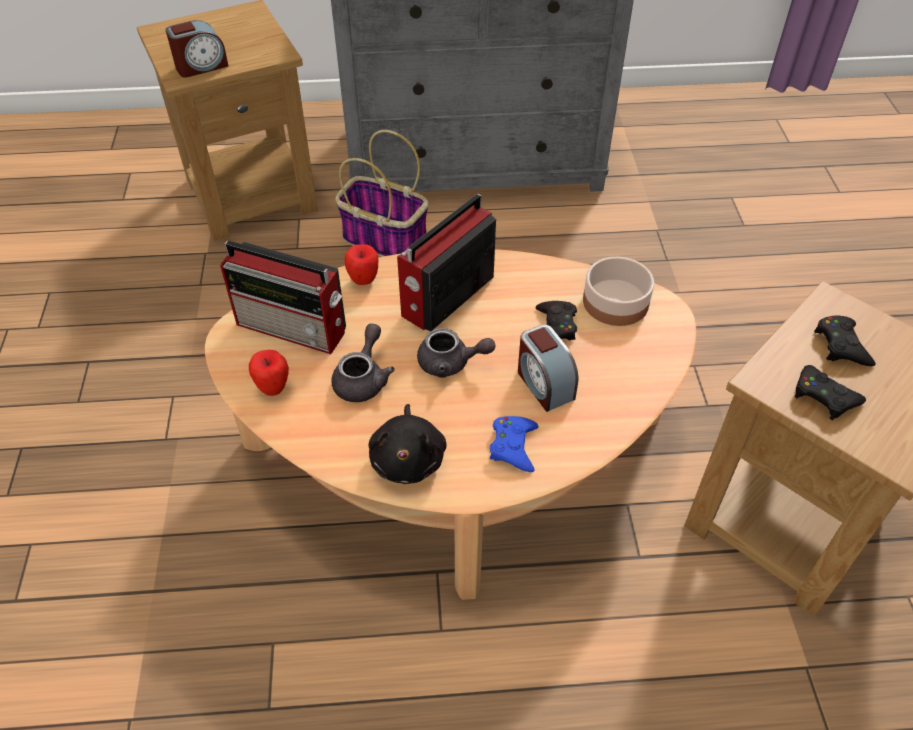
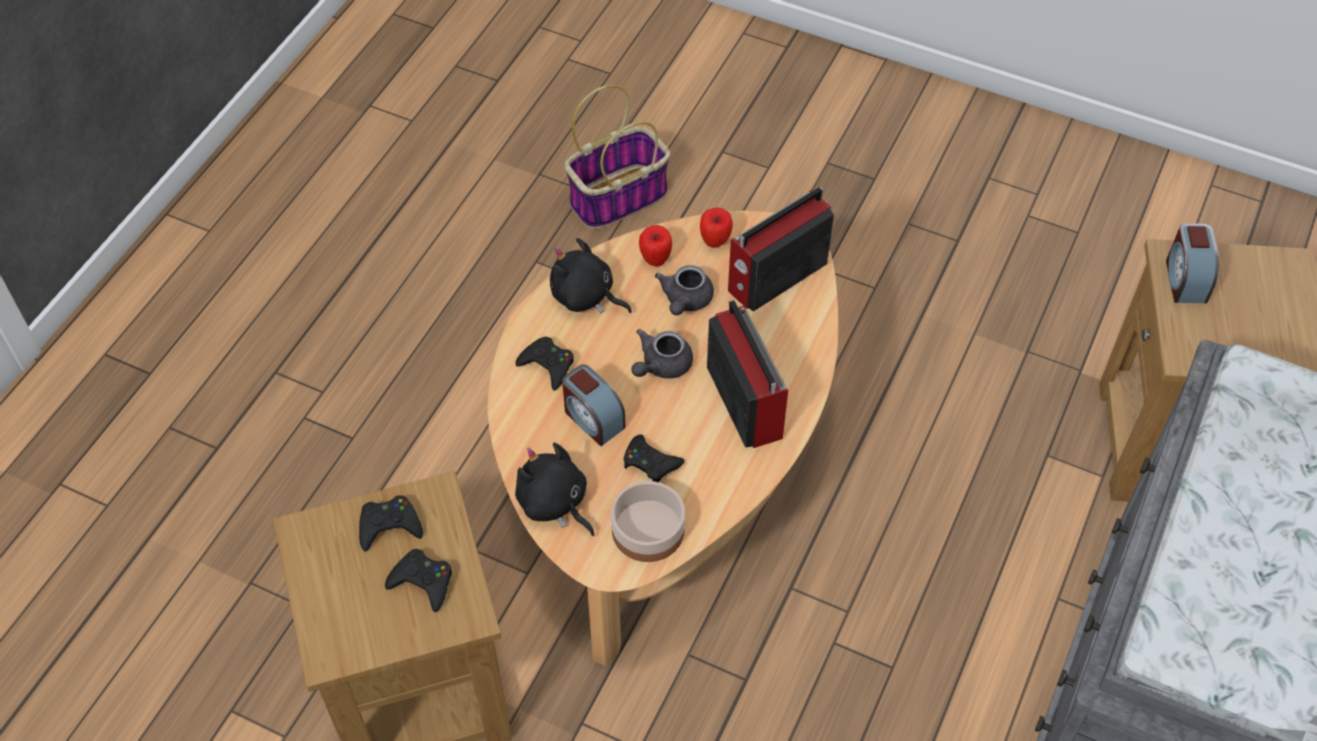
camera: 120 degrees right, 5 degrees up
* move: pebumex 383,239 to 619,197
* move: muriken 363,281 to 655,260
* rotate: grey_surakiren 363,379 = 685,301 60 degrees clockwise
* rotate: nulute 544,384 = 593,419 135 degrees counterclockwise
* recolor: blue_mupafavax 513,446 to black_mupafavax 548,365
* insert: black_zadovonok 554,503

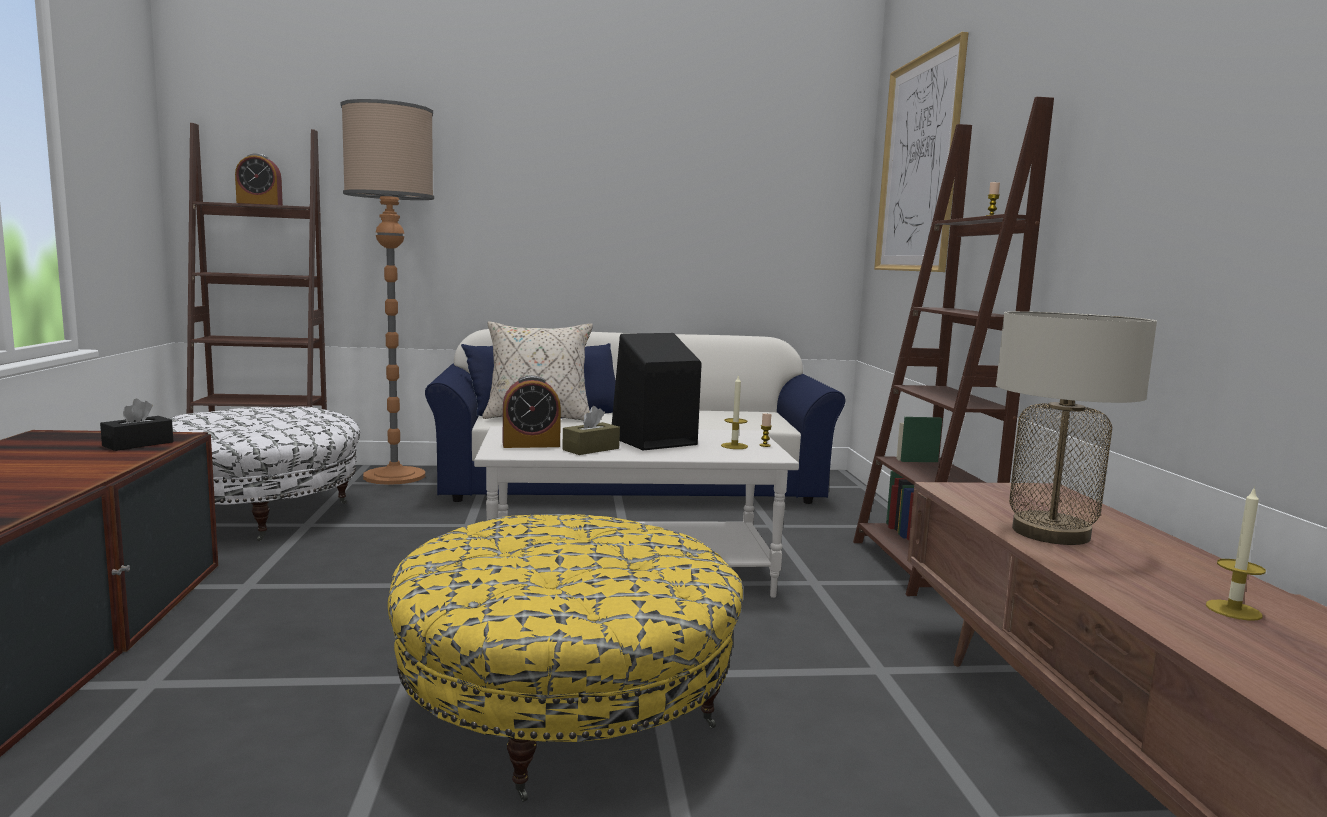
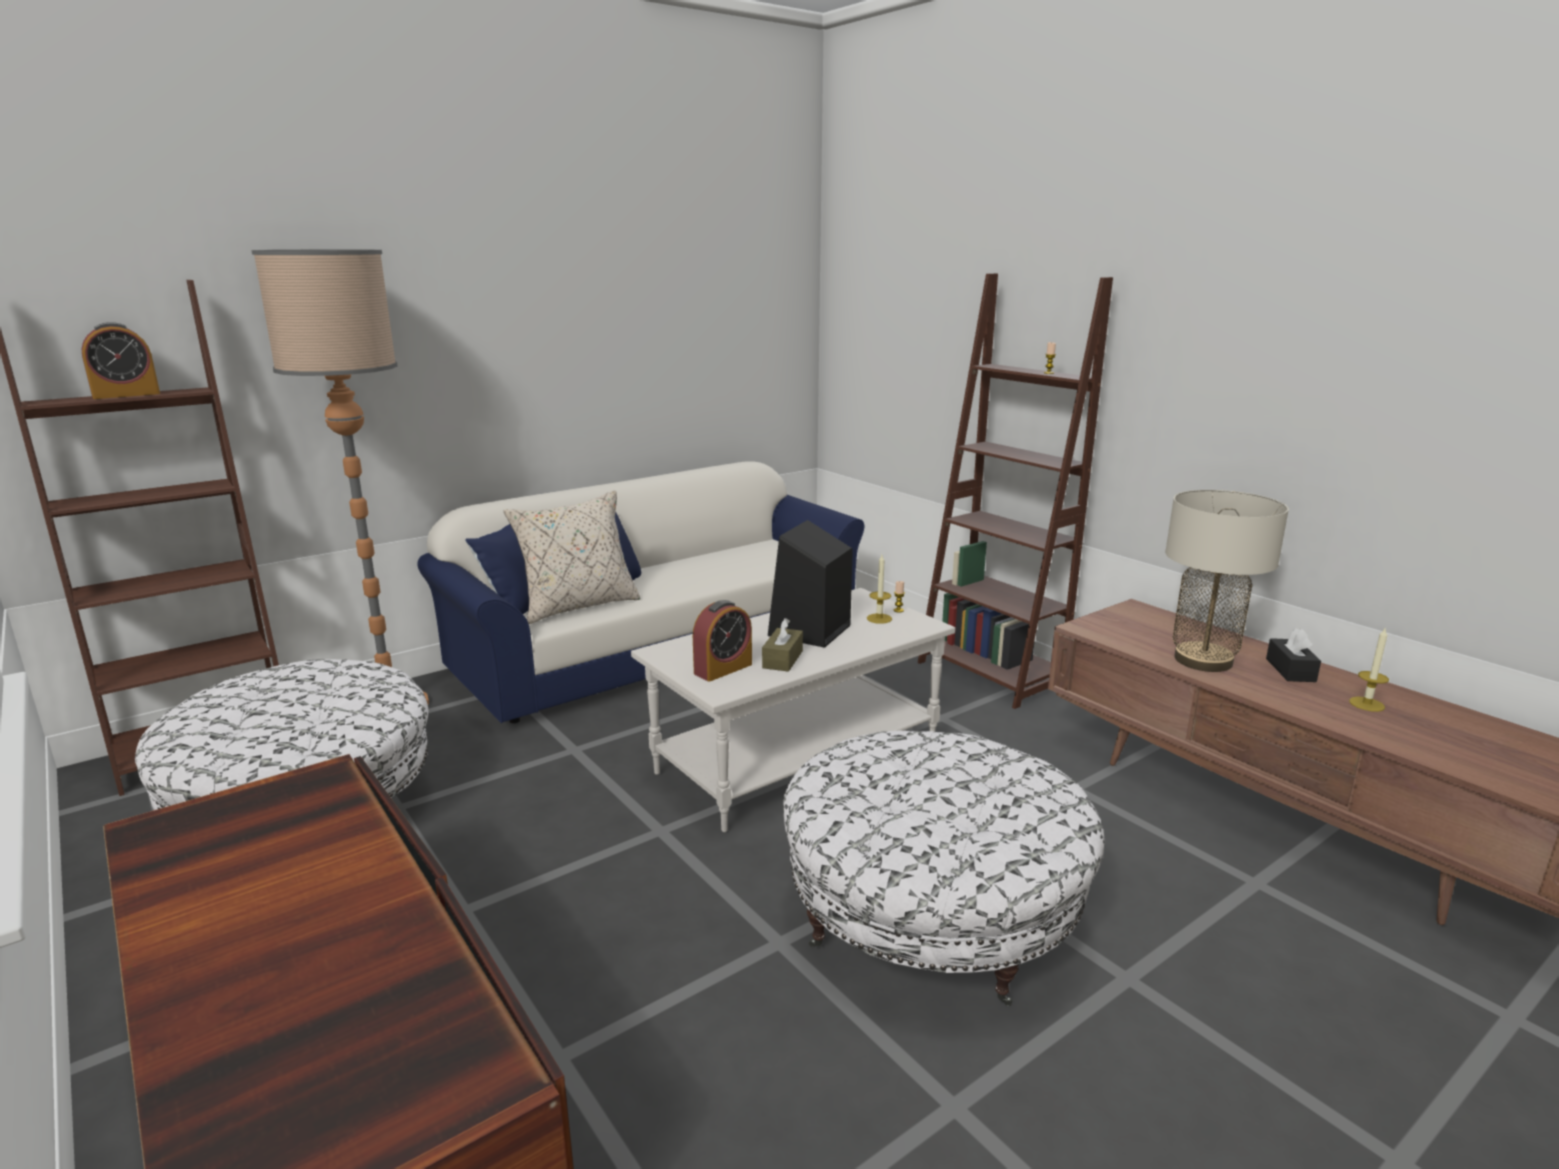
camera: 30 degrees left, 10 degrees up
* delete: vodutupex 918,165
* move: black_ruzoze 138,444 to 1290,670
* recolor: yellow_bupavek 566,709 to white_bupavek 931,915

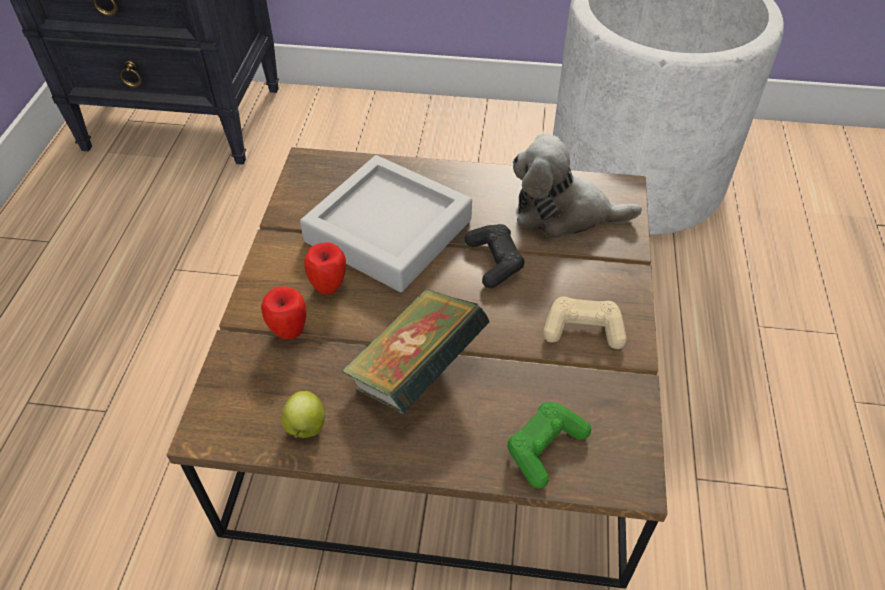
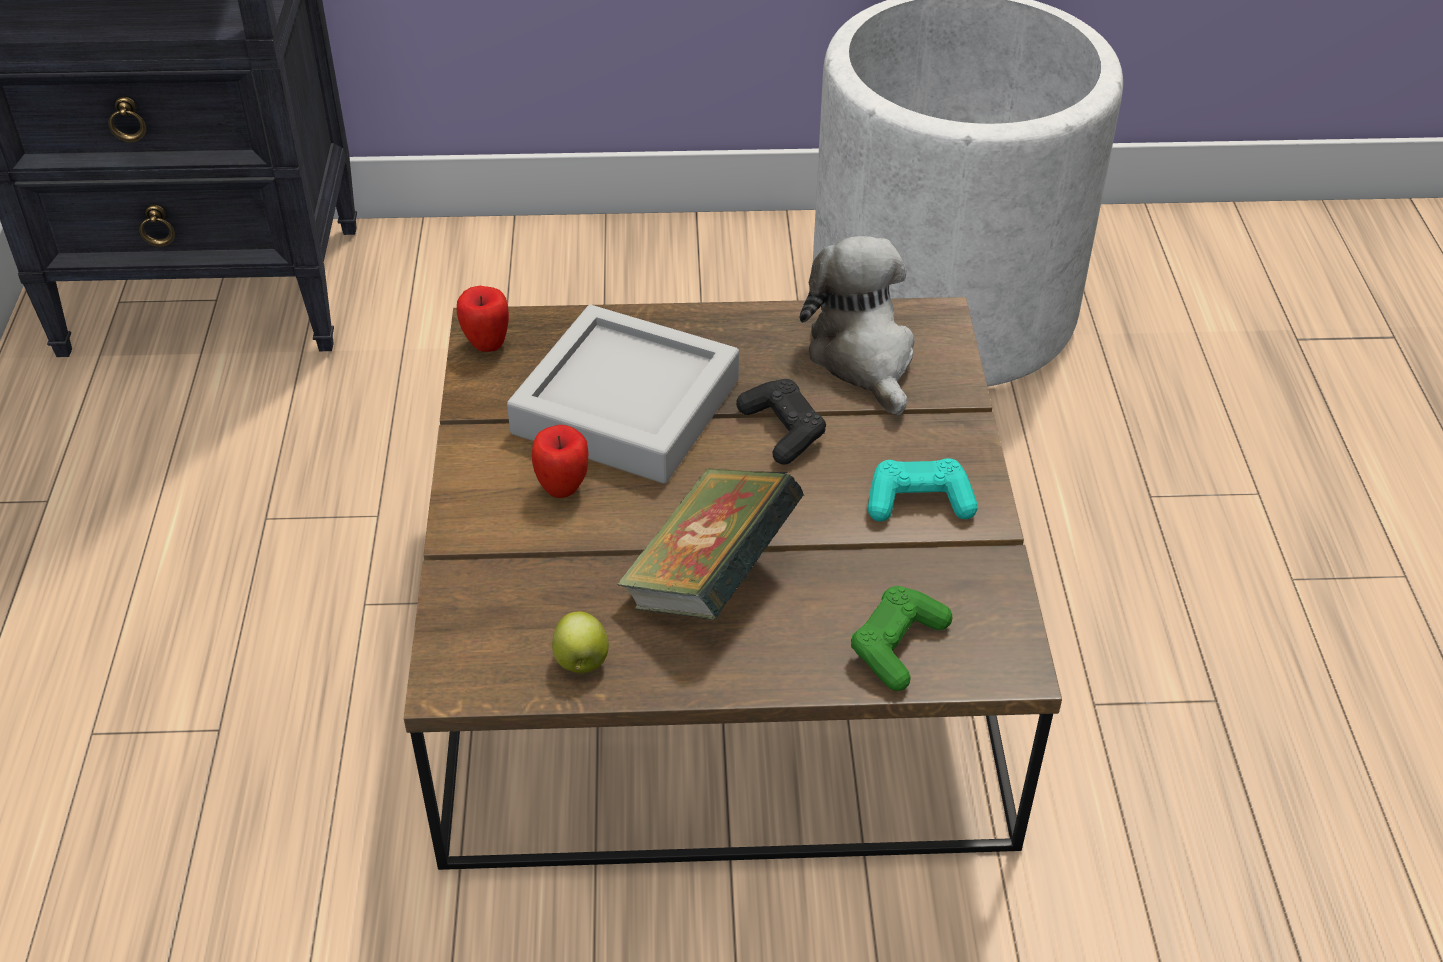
camera: 10 degrees left, 5 degrees down
* rotate: zadovonok 564,213 = 864,358 75 degrees clockwise
* move: muriken 289,331 to 486,345
* recolor: beige_mupafavax 583,330 to turquoise_mupafavax 919,502

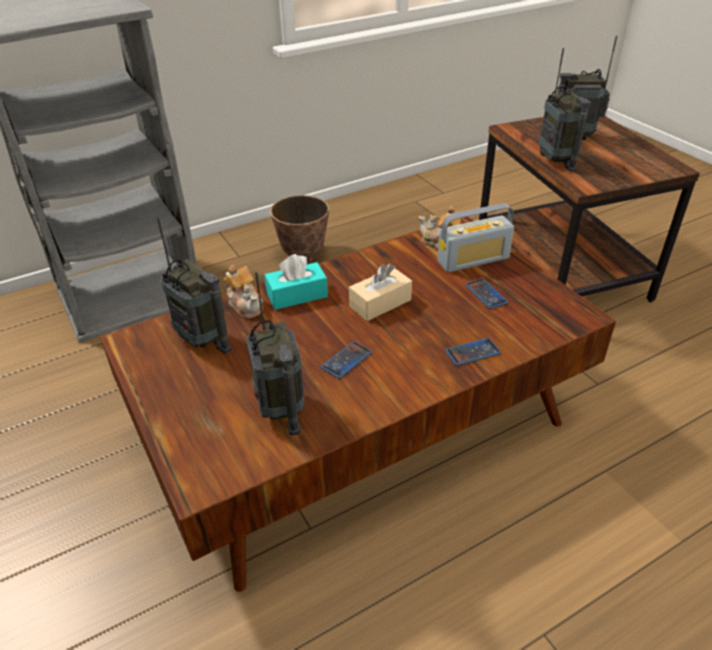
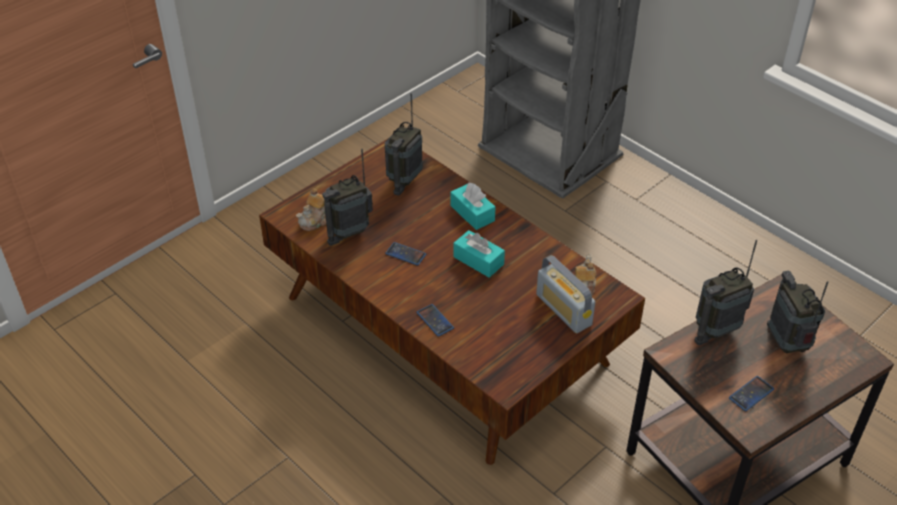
camera: 75 degrees right, 5 degrees up
* delete: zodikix 303,254
* recolor: beige_ruzoze 380,303 to turquoise_ruzoze 478,260
* move: surakiren 246,305 to 316,220
* move: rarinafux 486,294 to 751,394

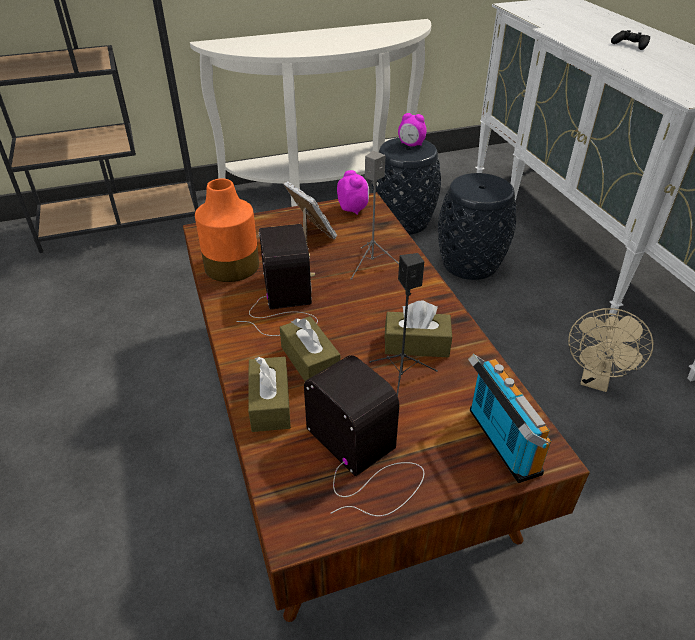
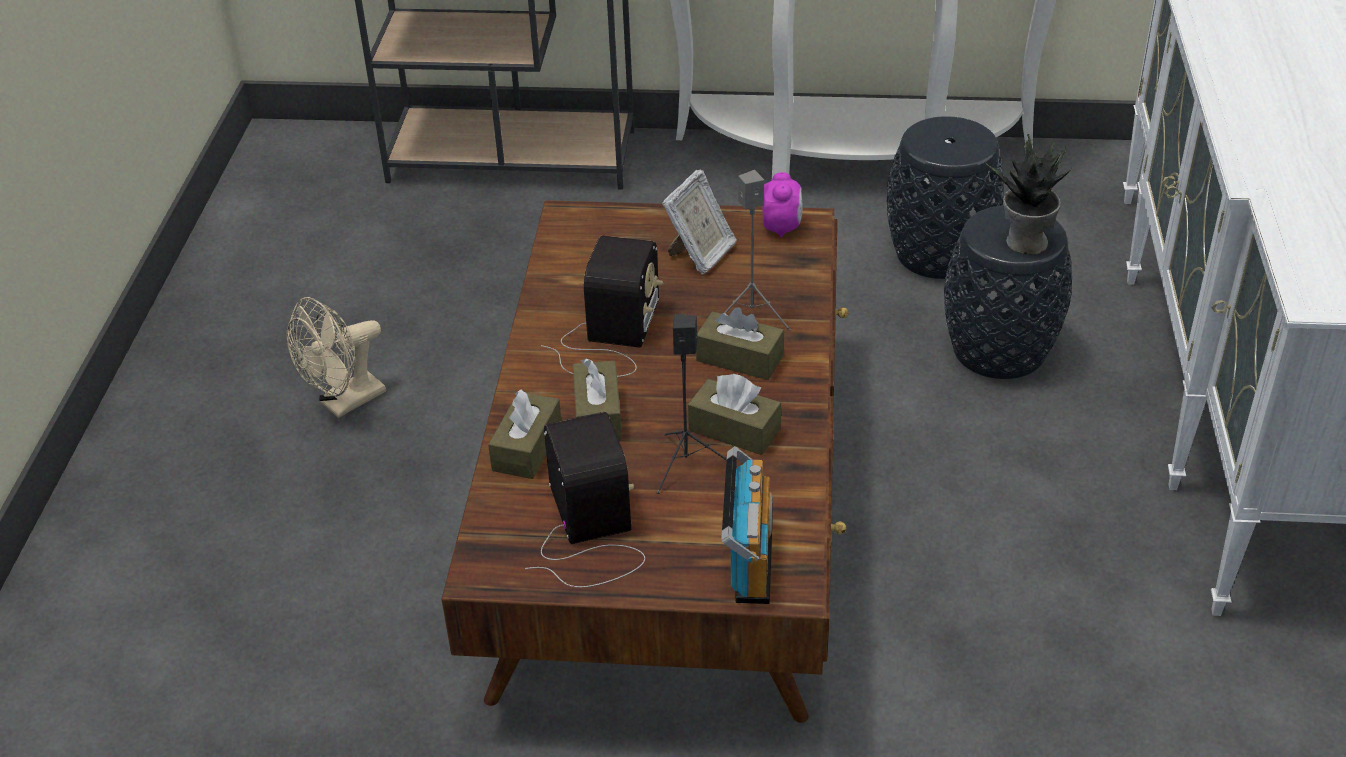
camera: 25 degrees right, 0 degrees up
* delete: black_mupafavax 630,45
* delete: nulute 411,145
* delete: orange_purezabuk 232,265
* rotate: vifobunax 312,235 = 700,255 45 degrees clockwise
* move: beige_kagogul 595,380 to 345,403
* insert: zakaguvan 1025,243
* insert: brown_ruzoze 739,358

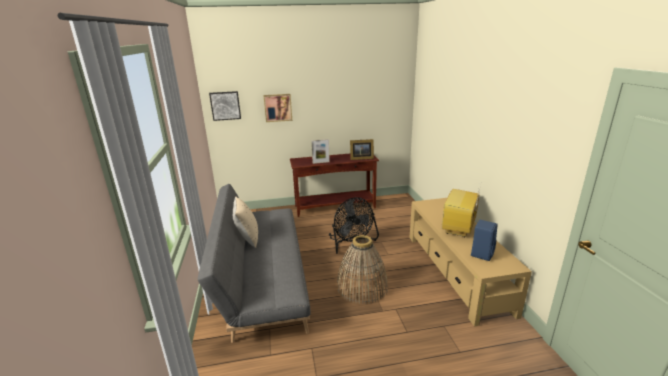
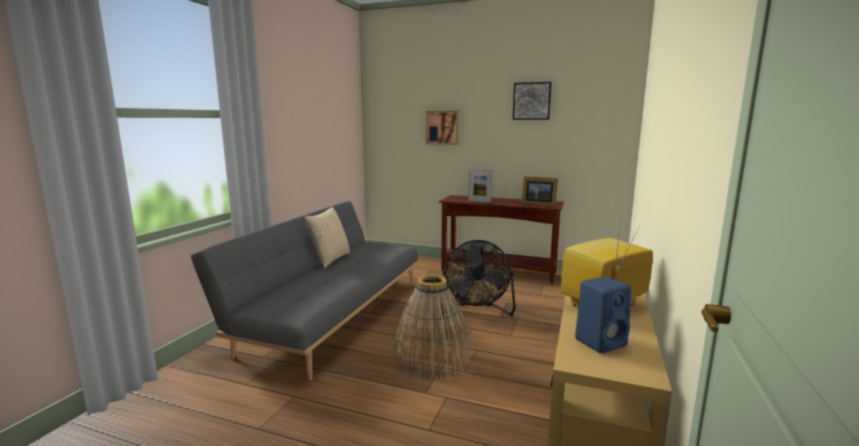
camera: 30 degrees right, 10 degrees down
* move: vodutupex 225,105 to 532,101

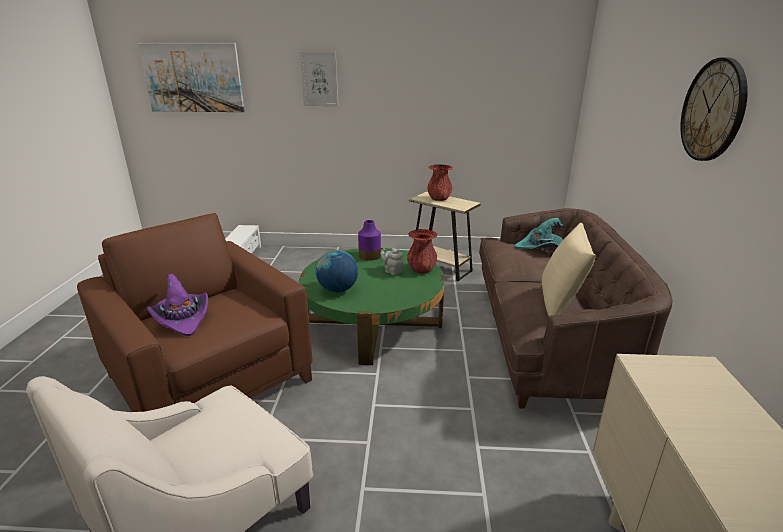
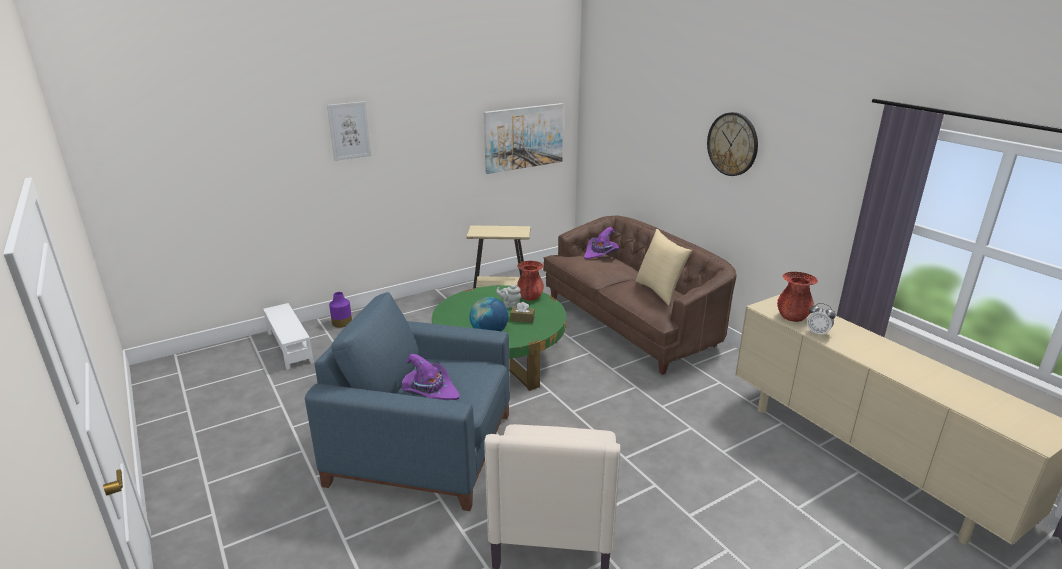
camera: 35 degrees left, 0 degrees up
* move: vodutupex 193,78 to 524,137
* move: red_purezabuk 439,198 to 792,317
* recolor: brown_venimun 211,378 to blue_venimun 425,448
* recolor: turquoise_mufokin 539,247 to purple_mufokin 601,253
* move: purple_purezabuk 369,255 to 342,322
* insert: brown_ruzoze 522,319
* insert: nulute 817,333

